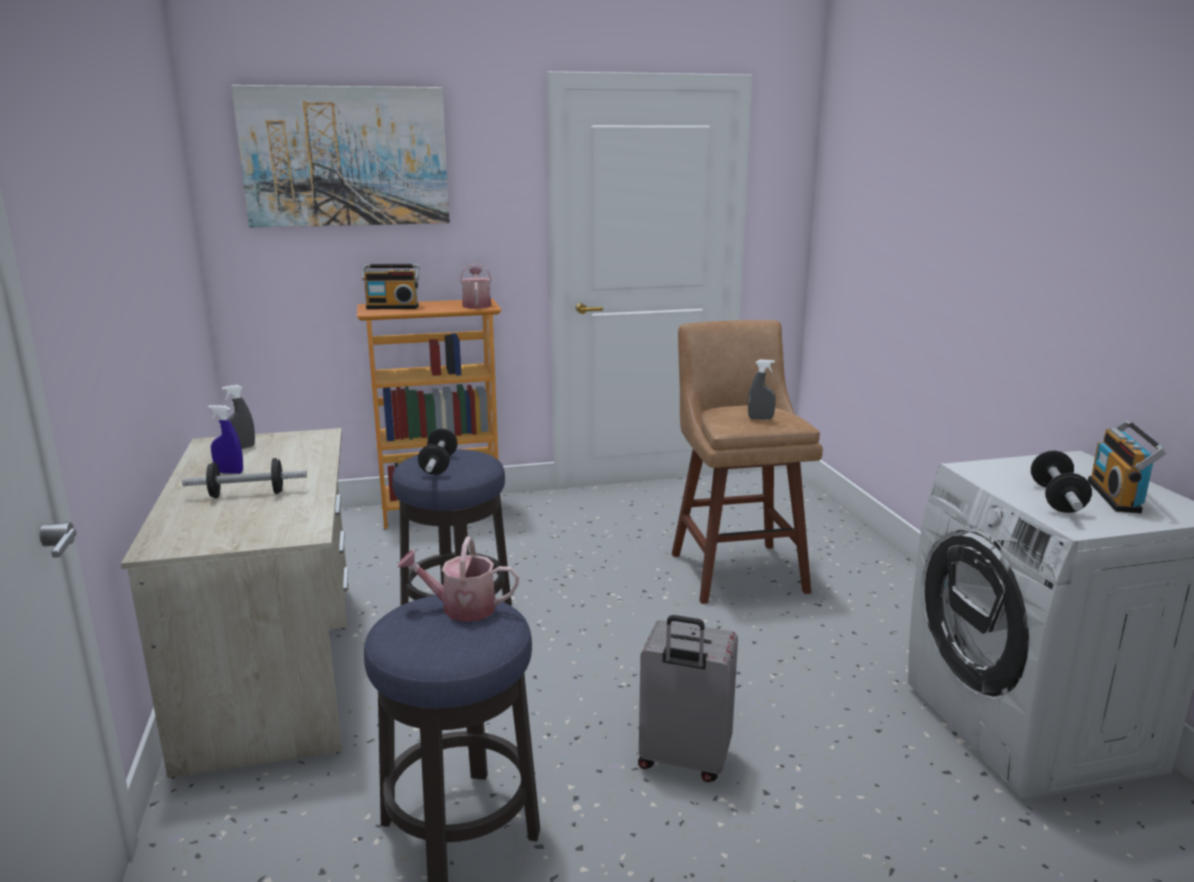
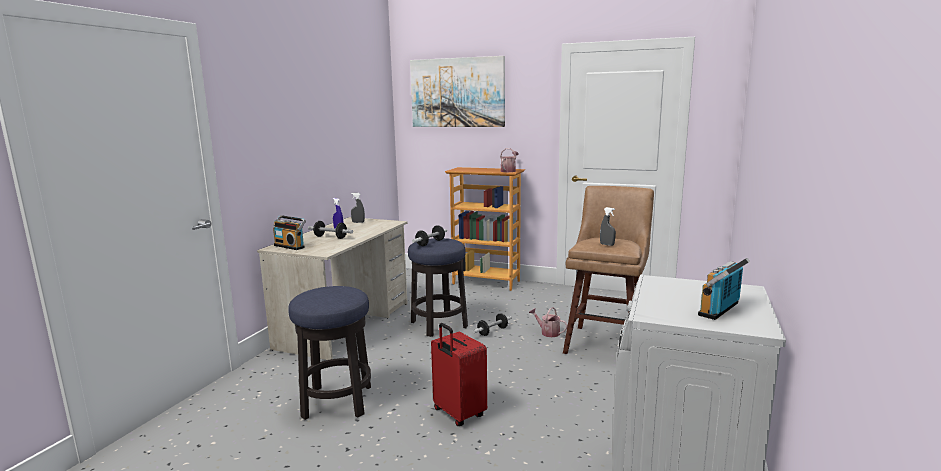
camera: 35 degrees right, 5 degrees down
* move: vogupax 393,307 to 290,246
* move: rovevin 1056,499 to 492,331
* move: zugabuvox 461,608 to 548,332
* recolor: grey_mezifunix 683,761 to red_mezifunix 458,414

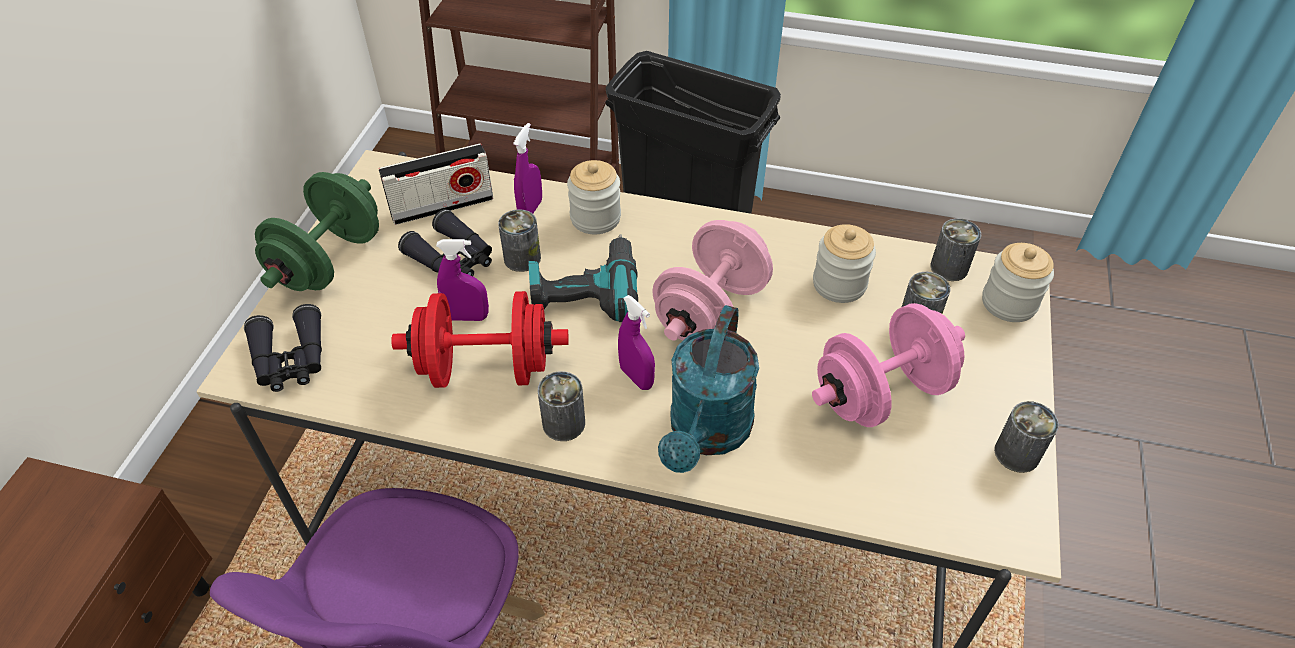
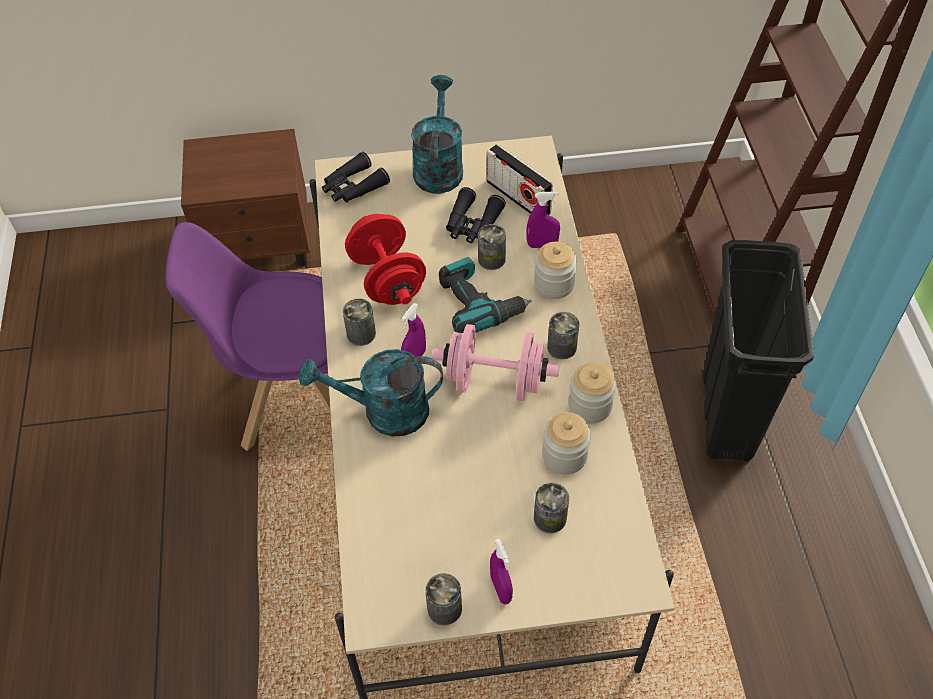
camera: 70 degrees right, 5 degrees up
* replace: green_rovevin 329,261 to turquoise_zugabuvox 438,166
* move: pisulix 949,267 to 561,347
* move: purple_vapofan 467,317 to 501,589
* move: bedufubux 1009,303 to 590,406
* delete: pink_rovevin 881,393

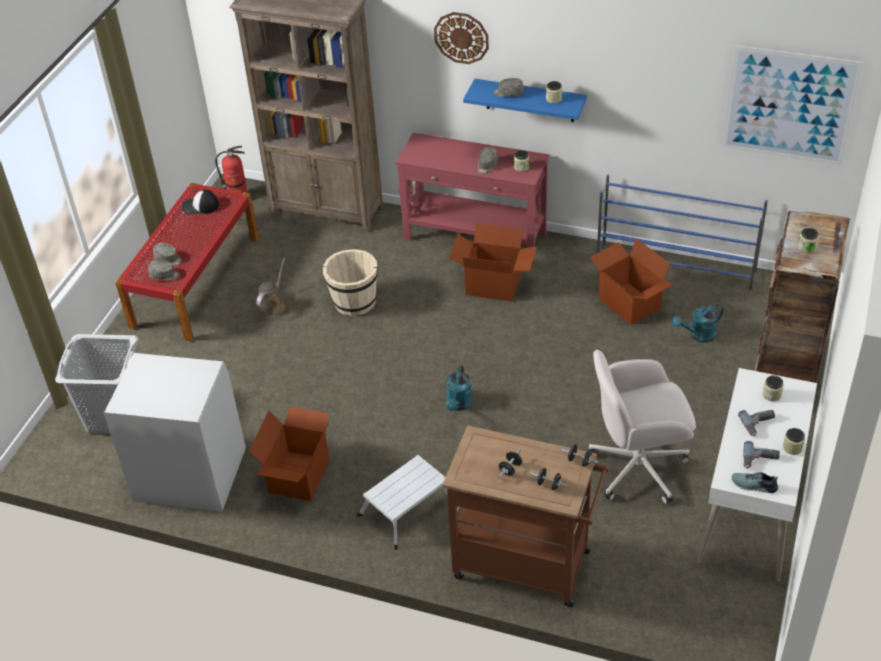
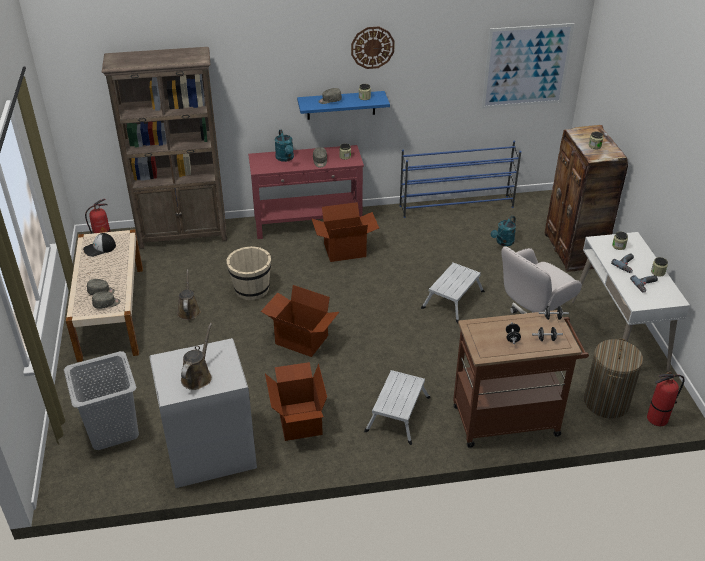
camera: 30 degrees left, 5 degrees down
* move: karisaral 461,37 to 372,47
* recolor: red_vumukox 195,282 to beige_vumukox 111,312
* move: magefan 628,304 to 301,340
* move: turquoise_zugabuvox 458,405 to 285,158
* delete: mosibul 754,486
* insert: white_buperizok 453,299
* insert: brown_zugabuvox 197,376
* insert: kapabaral 606,402
* insert: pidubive 657,419

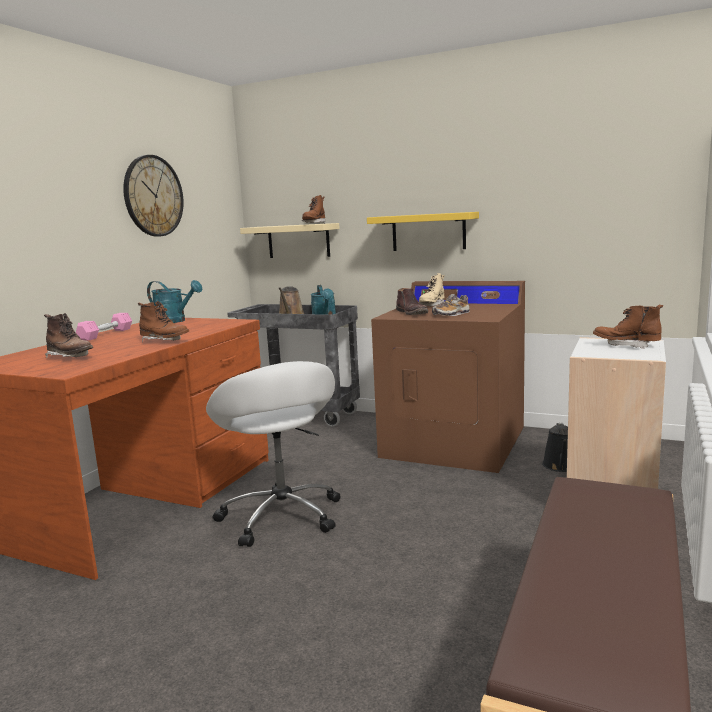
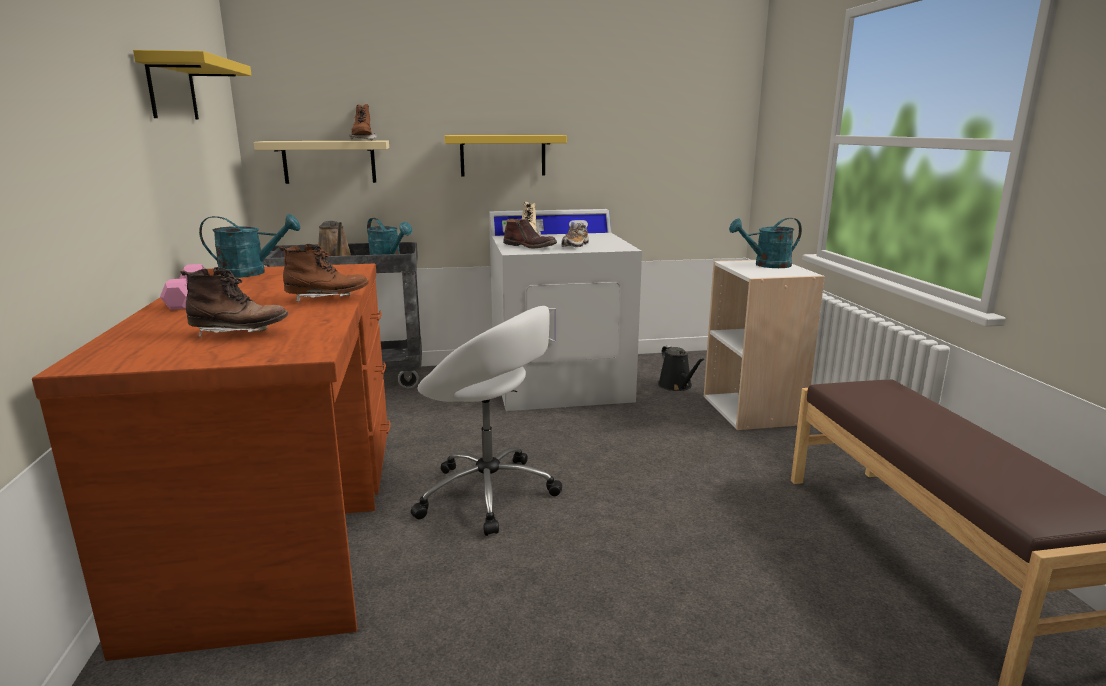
camera: 35 degrees left, 5 degrees up
* replace: karisaral 153,196 to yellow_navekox 172,89
* recolor: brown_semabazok 455,442 to white_semabazok 560,381
* replace: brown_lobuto 626,345 to turquoise_zugabuvox 766,265

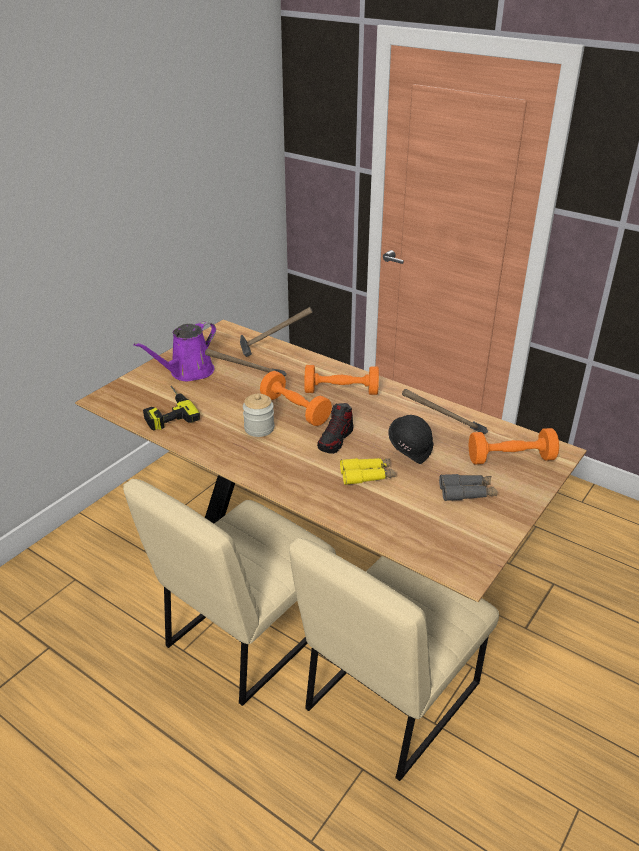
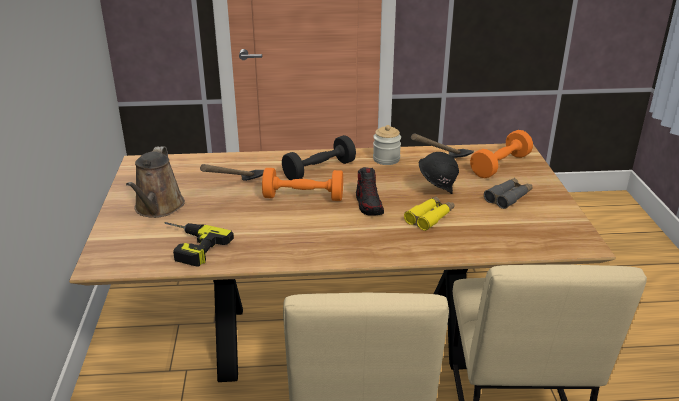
camera: 40 degrees left, 5 degrees down
* delete: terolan 273,351
* recolor: purple_zugabuvox 188,372 to brown_zugabuvox 158,208
* recolor: orange_rovevin 341,391 to black_rovevin 319,170
* move: bedufubux 259,428 to 386,159

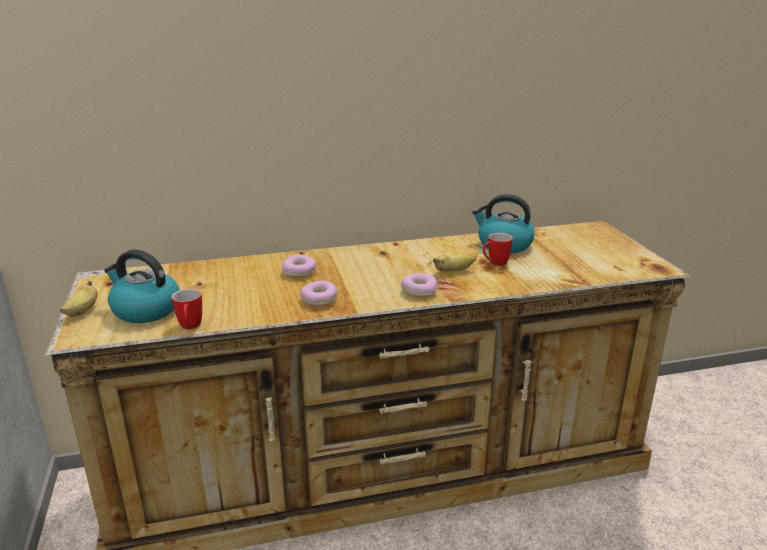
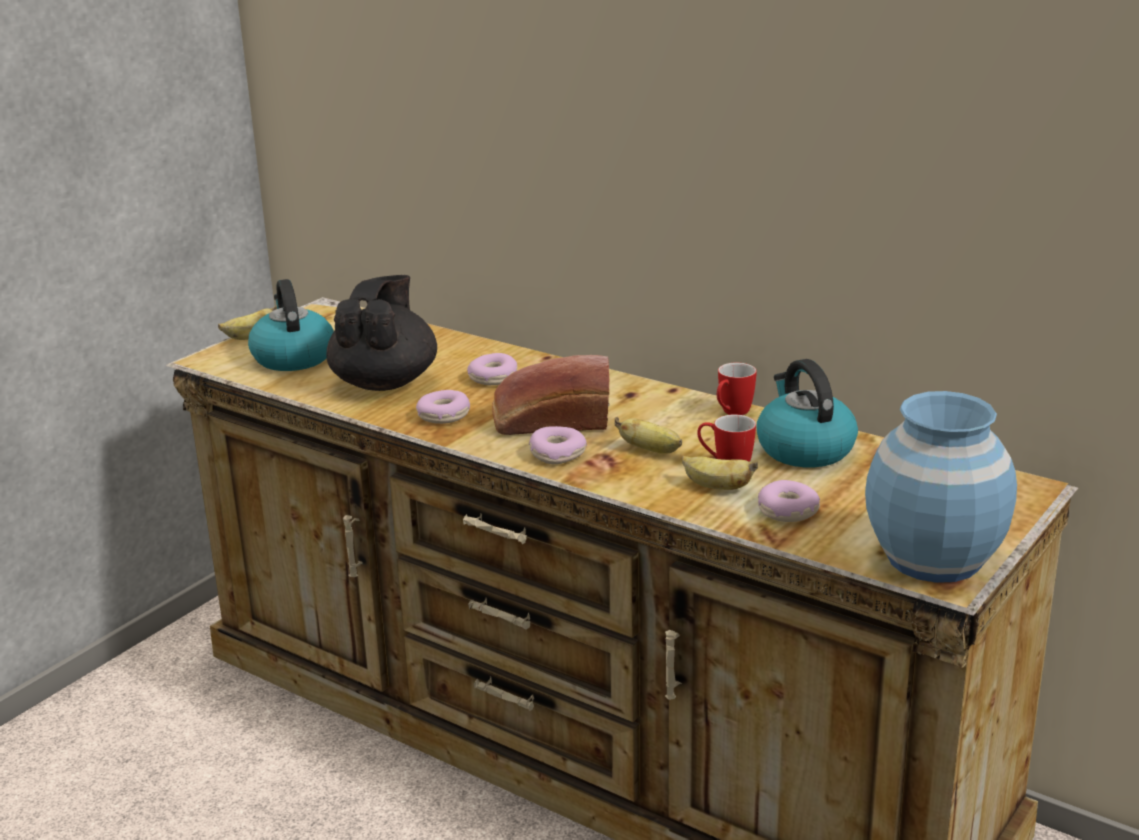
camera: 50 degrees right, 0 degrees up
* move: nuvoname 190,327 to 731,413
* insert: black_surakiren 385,382
* insert: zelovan 550,422
* insert: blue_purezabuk 934,558
* insert: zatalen 716,487
* insert: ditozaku 787,511

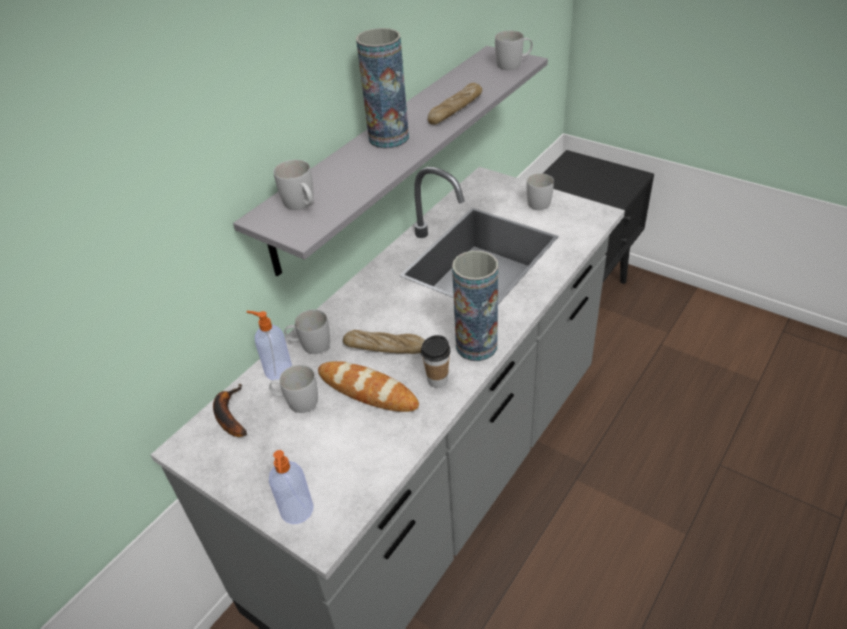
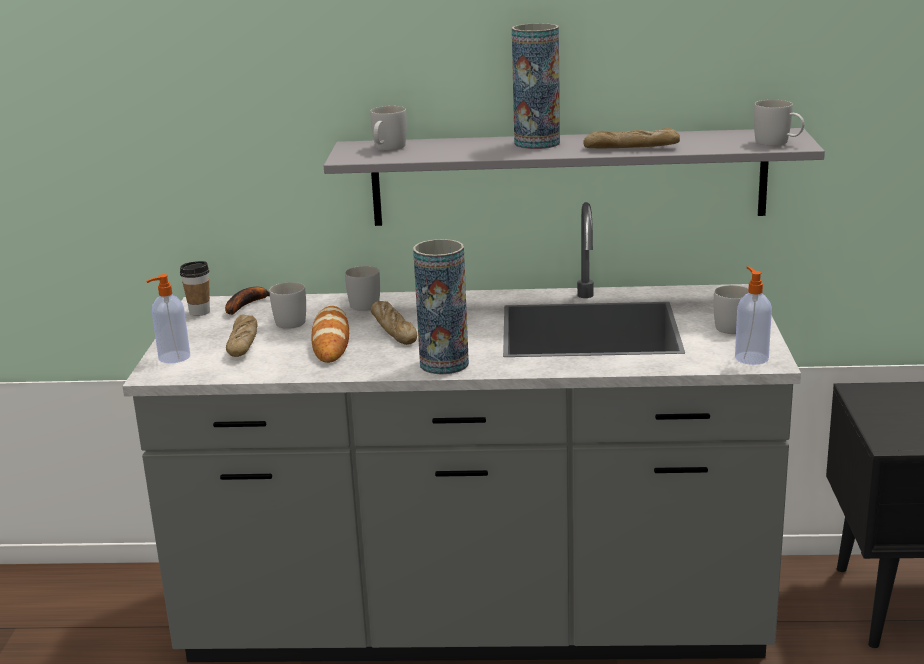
camera: 55 degrees right, 20 degrees down
* move: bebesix 277,370 to 751,358
* move: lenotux 437,380 to 199,312
* insert: zelovan 243,343

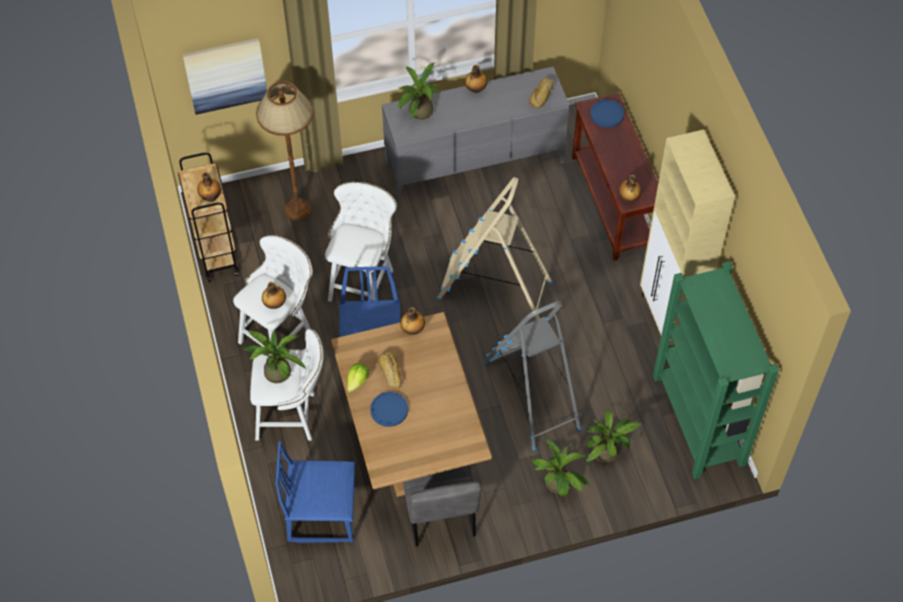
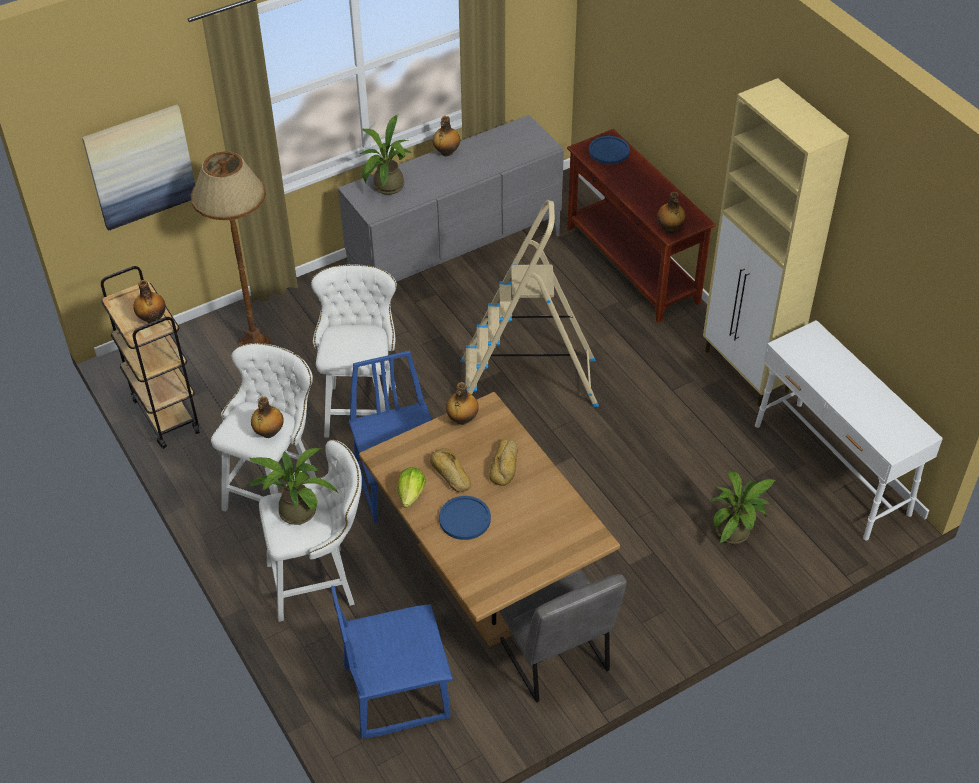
camera: 15 degrees left, 10 degrees down
* move: zelovan 542,95 to 505,465
* replace: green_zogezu 699,420 to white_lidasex 830,470
* delete: grey_buperizok 530,394
* delete: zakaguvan 559,485

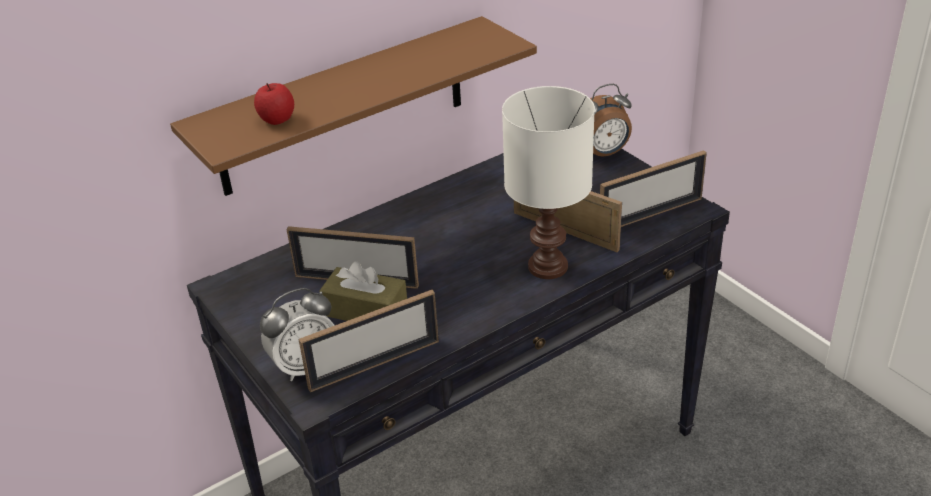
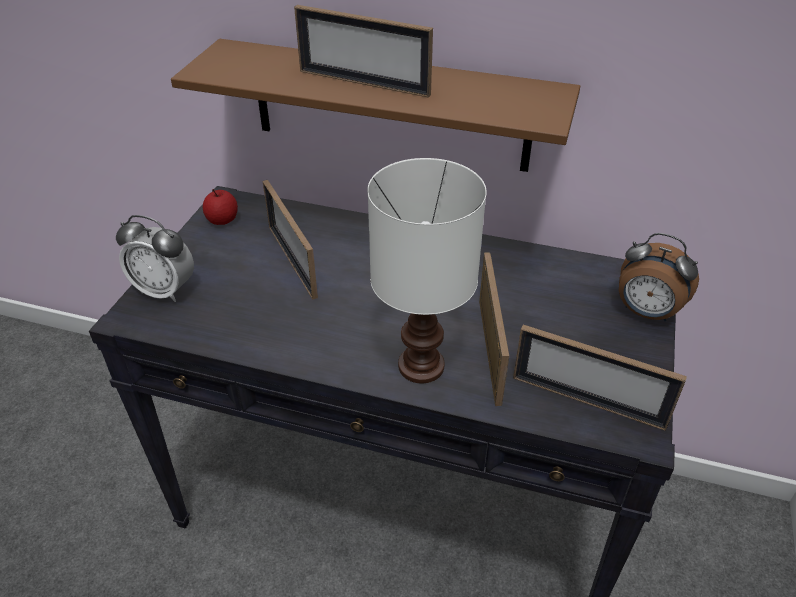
camera: 50 degrees right, 5 degrees up
* move: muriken 277,119 to 222,220
* delete: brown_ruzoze 365,310
* move: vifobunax 374,364 to 363,83

